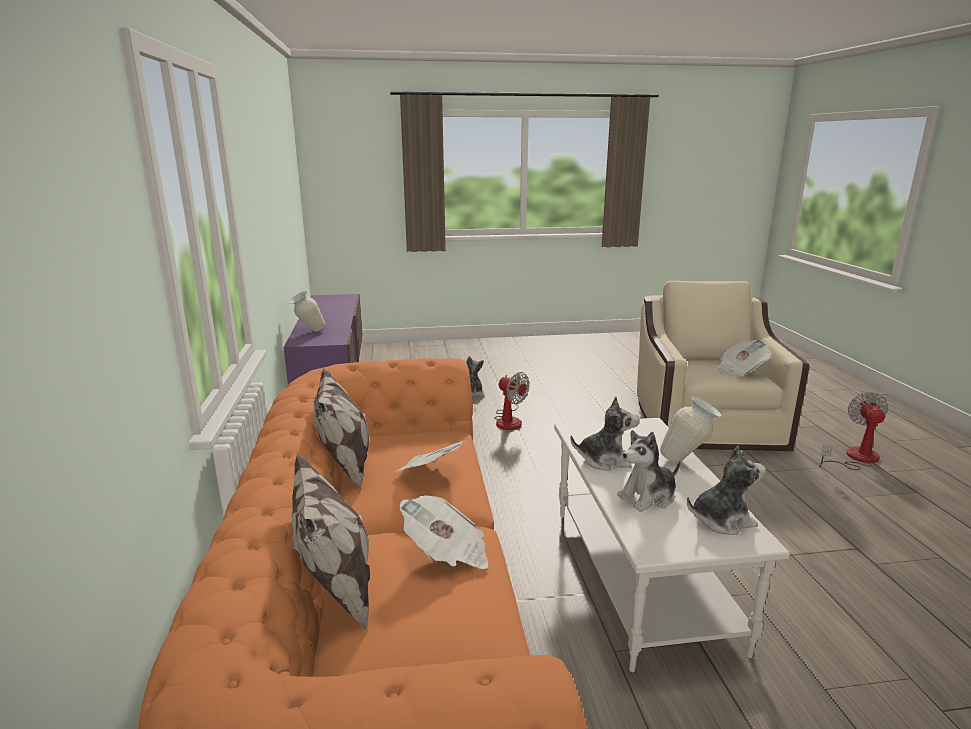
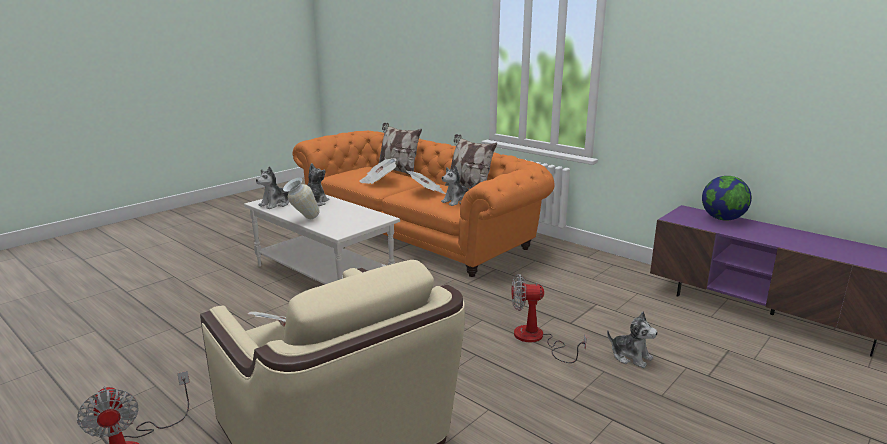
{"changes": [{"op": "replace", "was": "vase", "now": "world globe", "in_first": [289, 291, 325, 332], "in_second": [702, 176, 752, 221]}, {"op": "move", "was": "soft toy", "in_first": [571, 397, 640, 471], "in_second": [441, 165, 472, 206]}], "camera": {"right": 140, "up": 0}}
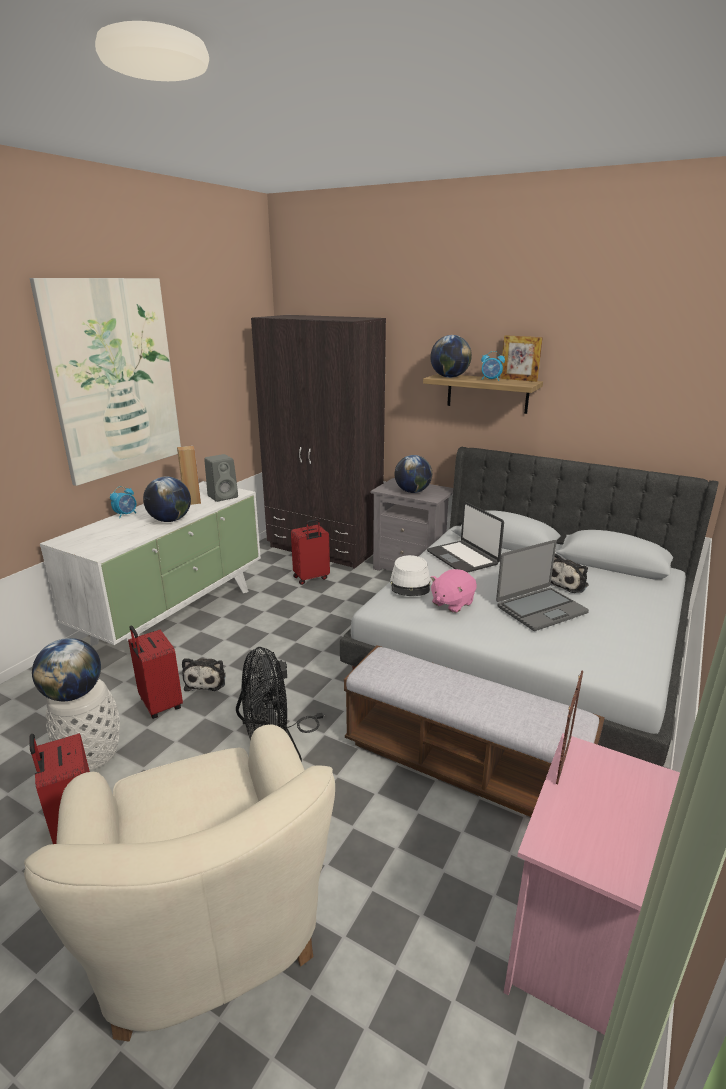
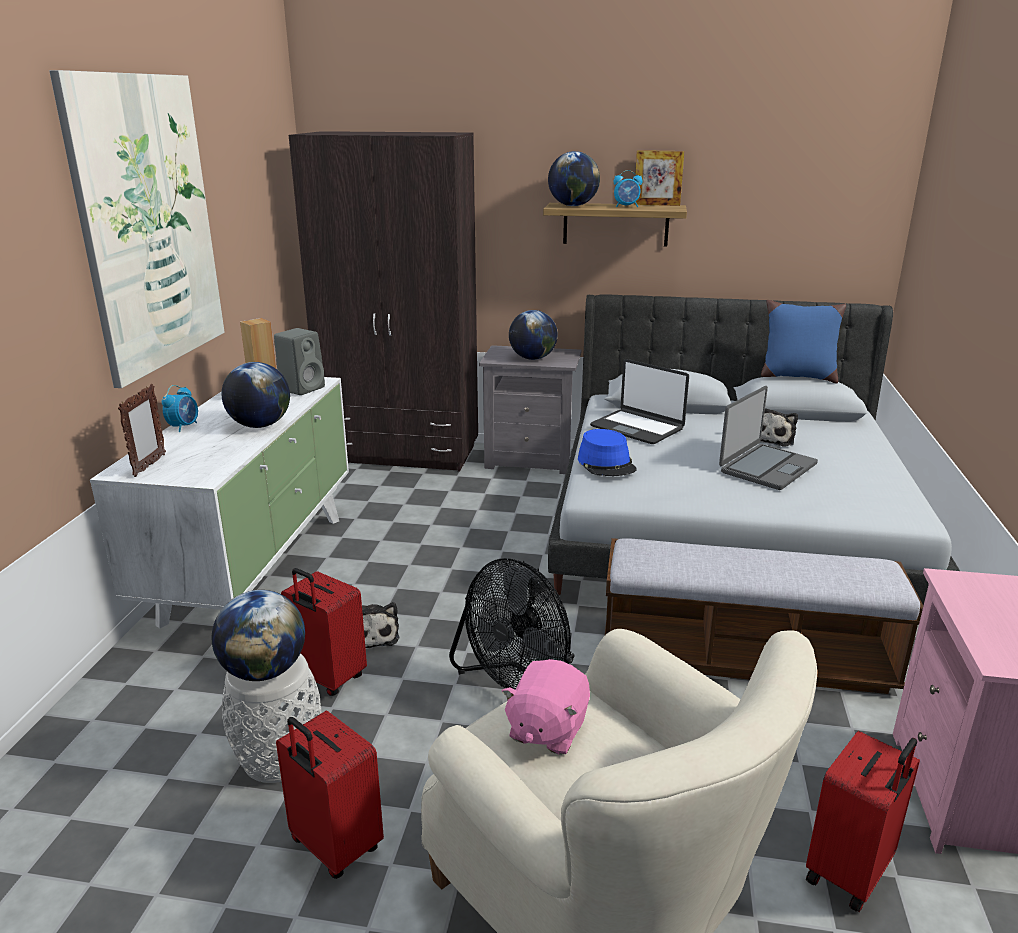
{"changes": [{"op": "move", "was": "travel case (reddish)", "in_first": [291, 519, 330, 585], "in_second": [806, 731, 920, 912]}, {"op": "recolor", "was": "wearable hat (white)", "now": "wearable hat (blue)", "in_first": [390, 555, 431, 596], "in_second": [578, 429, 637, 476]}, {"op": "move", "was": "soft toy (pink)", "in_first": [430, 569, 477, 613], "in_second": [502, 659, 590, 755]}, {"op": "move", "was": "photo frame", "in_first": [556, 670, 583, 784], "in_second": [118, 384, 166, 477]}, {"op": "insert", "now": "pillow (blue)", "in_second": [761, 300, 846, 383]}], "camera": {"right": -20, "up": 0}}
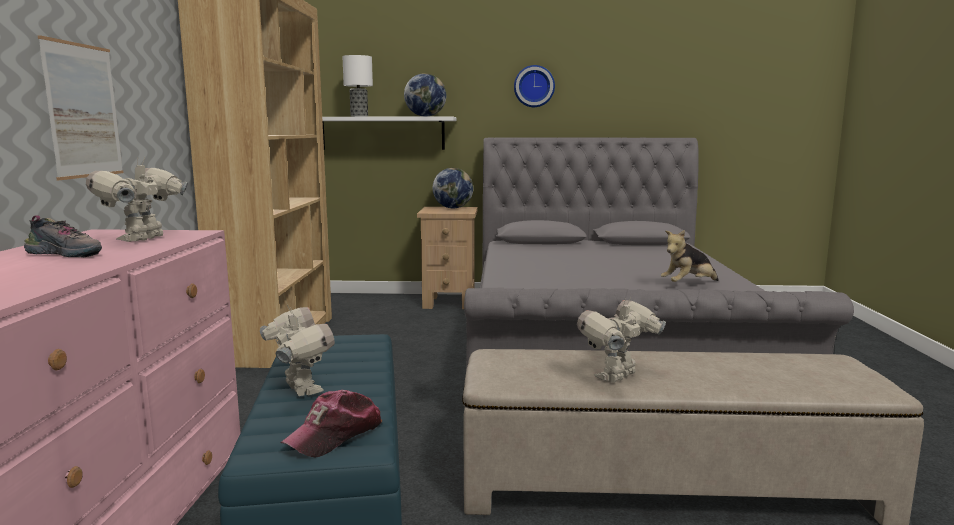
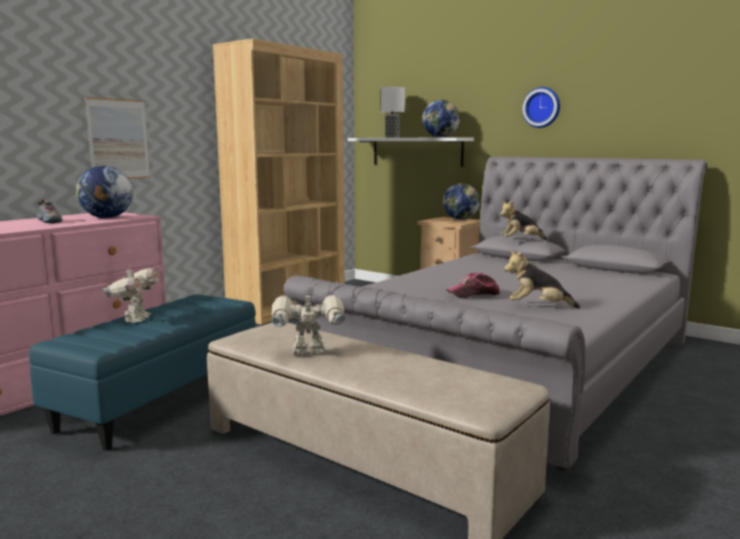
{"changes": [{"op": "replace", "was": "model robot", "now": "world globe", "in_first": [86, 157, 188, 242], "in_second": [75, 166, 133, 218]}, {"op": "move", "was": "baseball cap", "in_first": [280, 390, 382, 458], "in_second": [446, 273, 500, 298]}, {"op": "insert", "now": "soft toy", "in_second": [500, 200, 547, 240]}], "camera": {"right": 35, "up": 0}}
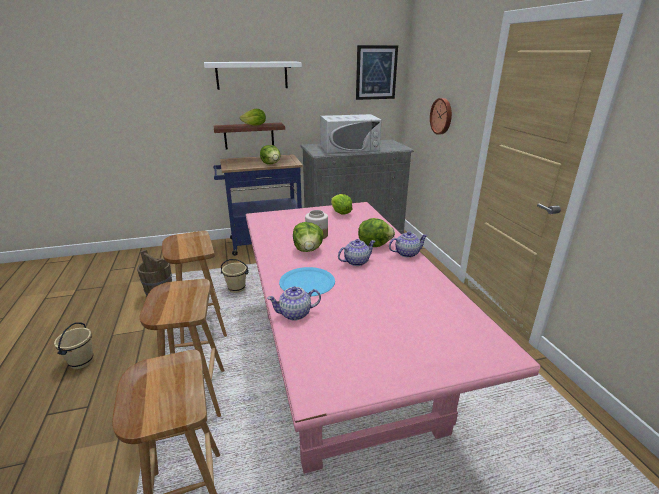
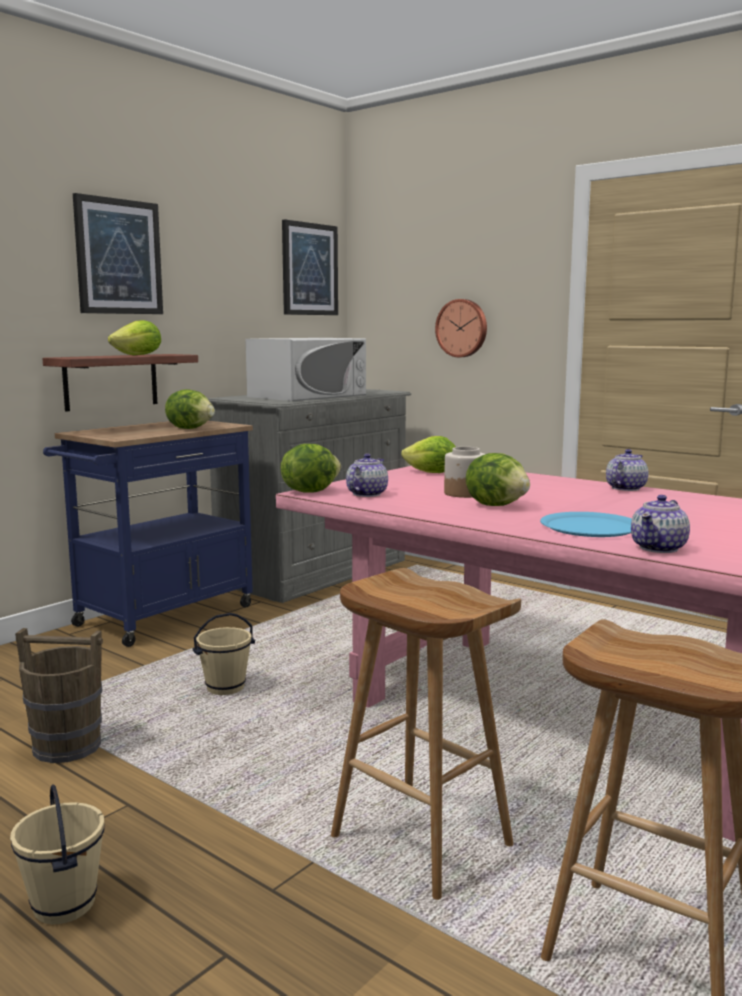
{"changes": [{"op": "delete", "was": "sitting stool (brown)", "in_first": [162, 231, 227, 344]}, {"op": "replace", "was": "shelf (white)", "now": "wall picture", "in_first": [204, 61, 302, 90], "in_second": [73, 193, 163, 314]}, {"op": "move", "was": "pot for tea", "in_first": [338, 239, 375, 266], "in_second": [346, 454, 388, 497]}, {"op": "move", "was": "lettuce head", "in_first": [358, 218, 395, 247], "in_second": [280, 444, 341, 493]}], "camera": {"right": -35, "up": -15}}
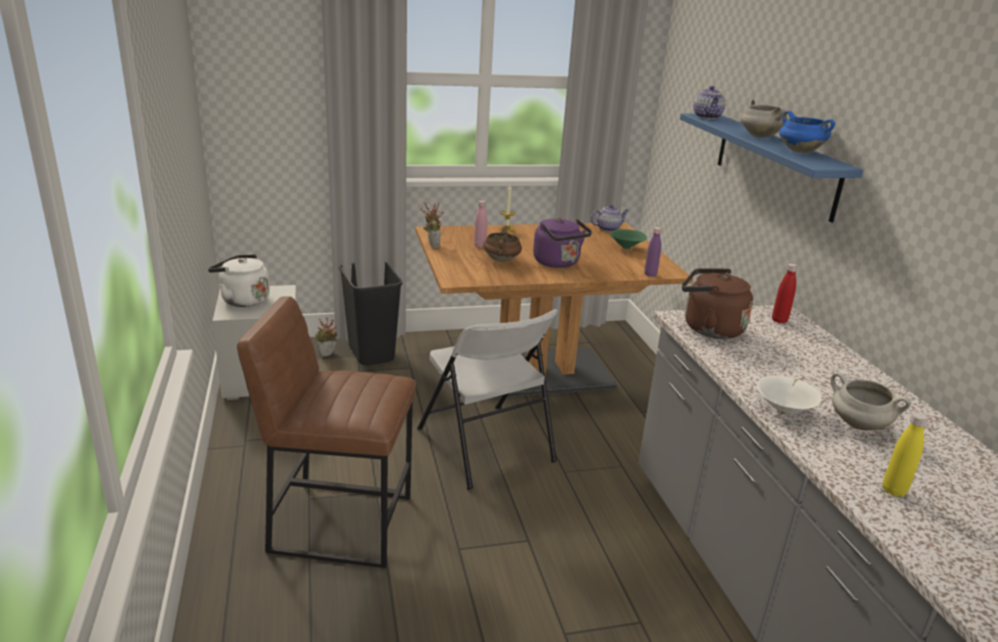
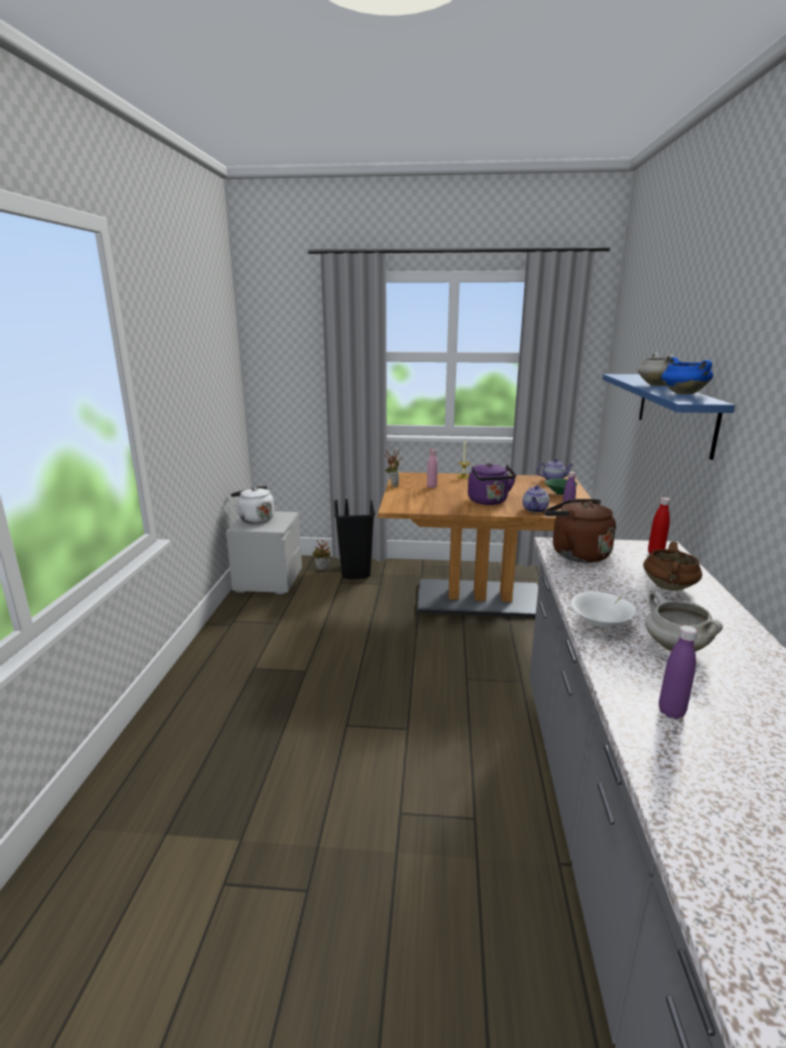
{"changes": [{"op": "delete", "was": "upright chair (brown)", "in_first": [237, 296, 416, 568]}, {"op": "delete", "was": "upright chair (white)", "in_first": [417, 309, 558, 490]}, {"op": "move", "was": "saucepot (brown)", "in_first": [483, 227, 522, 262], "in_second": [643, 541, 702, 591]}, {"op": "move", "was": "pot for tea", "in_first": [693, 86, 726, 119], "in_second": [522, 485, 549, 513]}, {"op": "recolor", "was": "drink bottle (yellow)", "now": "drink bottle (purple-coloured)", "in_first": [882, 412, 929, 497], "in_second": [659, 625, 698, 719]}], "camera": {"right": 20, "up": -5}}
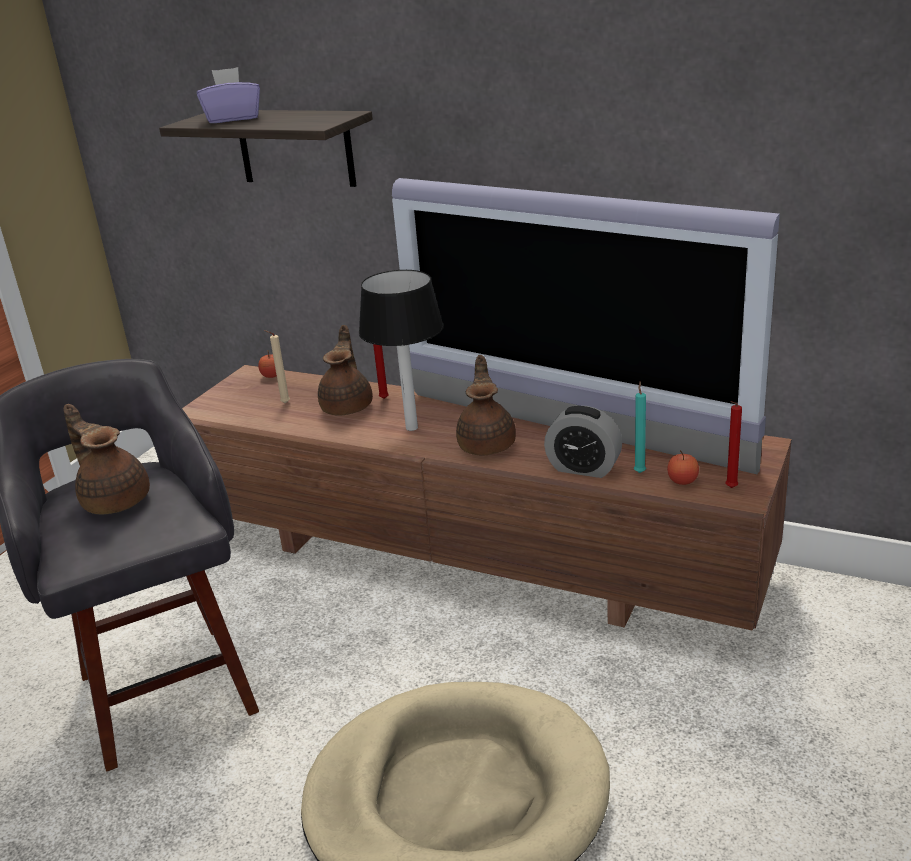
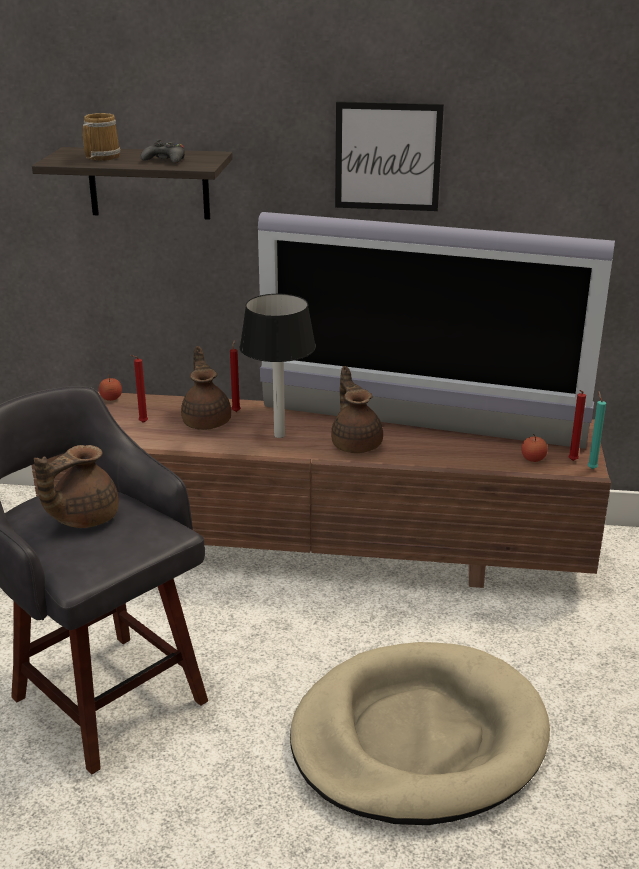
{"changes": [{"op": "rotate", "was": "pot for tea (brown)", "in_first": [64, 404, 150, 514], "in_second": [34, 445, 119, 528], "clockwise": -75}, {"op": "replace", "was": "box of tissues (purple-coloured)", "now": "tea mug", "in_first": [197, 67, 260, 123], "in_second": [83, 113, 121, 161]}, {"op": "recolor", "was": "wax light (beige-coloured)", "now": "wax light (reddish)", "in_first": [264, 330, 290, 403], "in_second": [130, 355, 148, 423]}, {"op": "delete", "was": "alarm clock", "in_first": [544, 406, 622, 478]}, {"op": "move", "was": "wax light (blue-green)", "in_first": [634, 381, 646, 473], "in_second": [587, 391, 606, 469]}, {"op": "insert", "now": "gamepad (blackish)", "in_second": [141, 139, 185, 163]}, {"op": "insert", "now": "wall picture", "in_second": [335, 101, 444, 211]}], "camera": {"right": -20, "up": 0}}
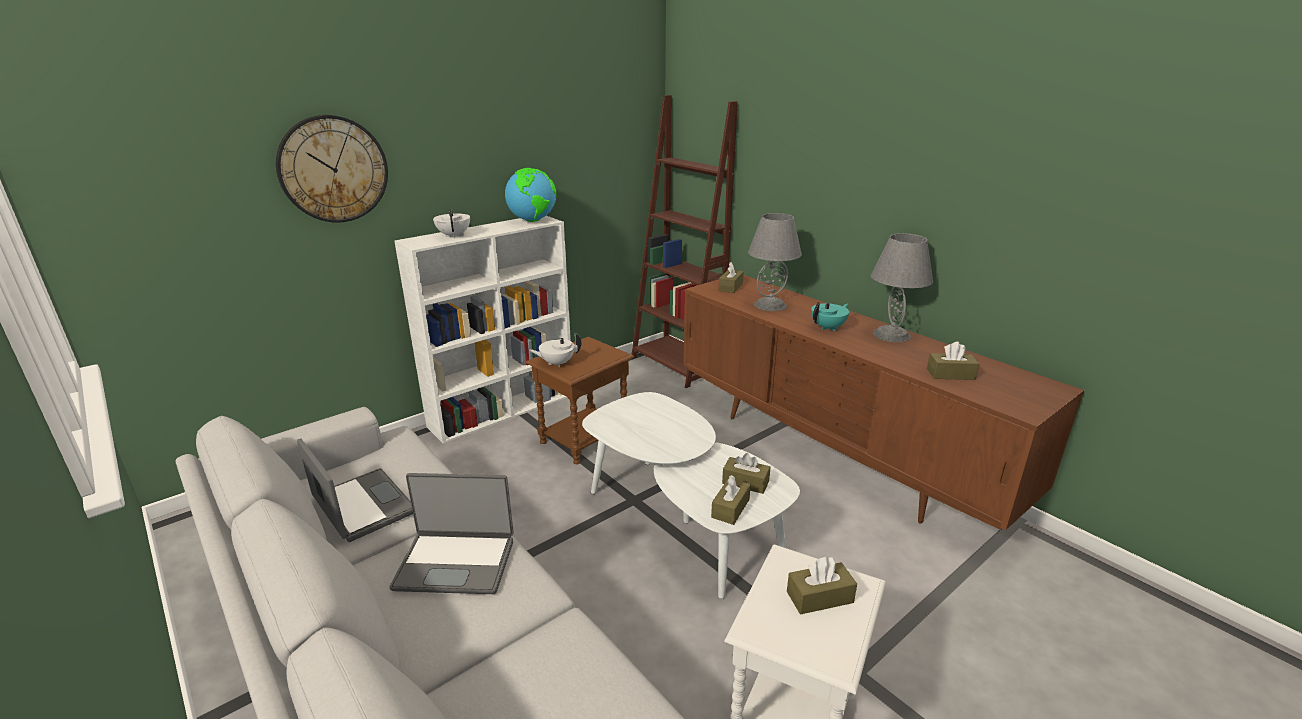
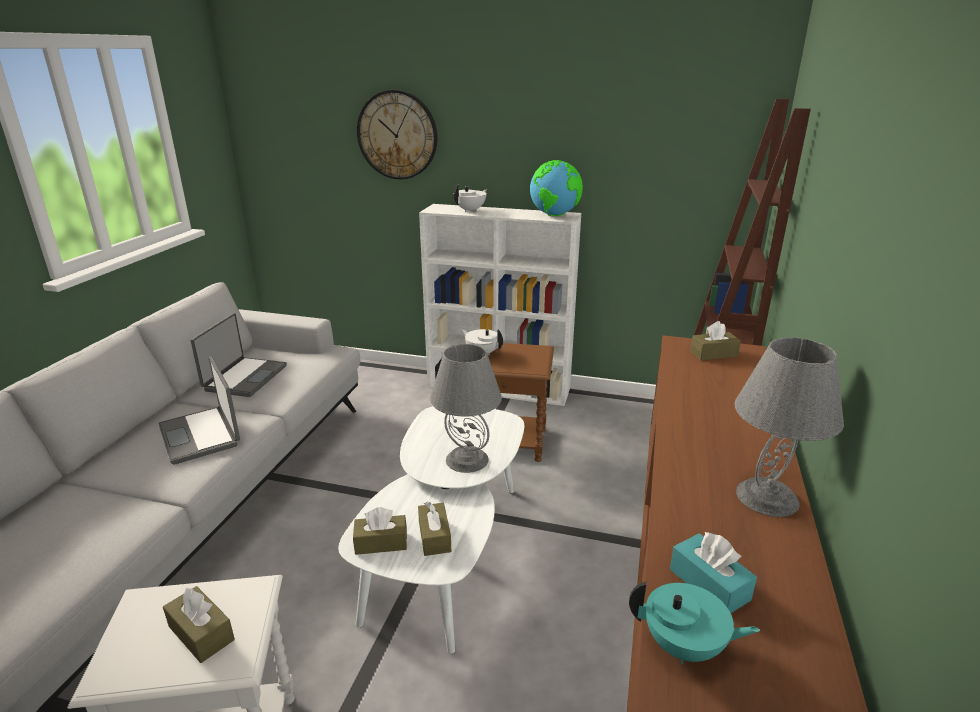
{"changes": [{"op": "move", "was": "table lamp (greyish)", "in_first": [748, 213, 802, 311], "in_second": [430, 344, 502, 473]}, {"op": "move", "was": "pot for tea (blue-green)", "in_first": [811, 302, 849, 331], "in_second": [629, 581, 760, 664]}, {"op": "recolor", "was": "box of tissues (brown)", "now": "box of tissues (blue-green)", "in_first": [927, 342, 979, 380], "in_second": [670, 532, 757, 613]}], "camera": {"right": 55, "up": 0}}
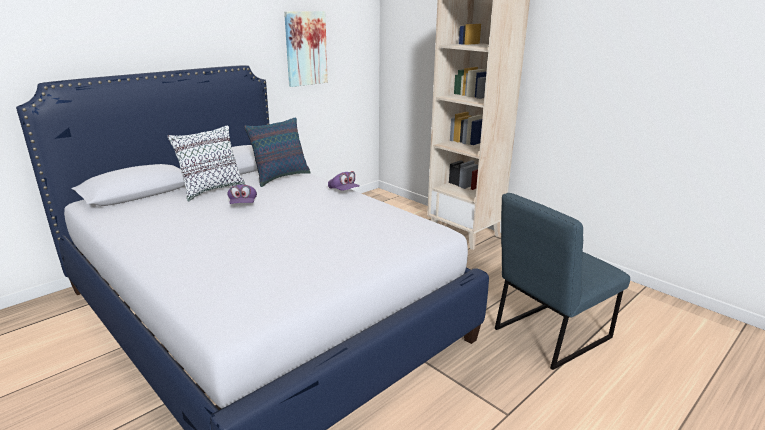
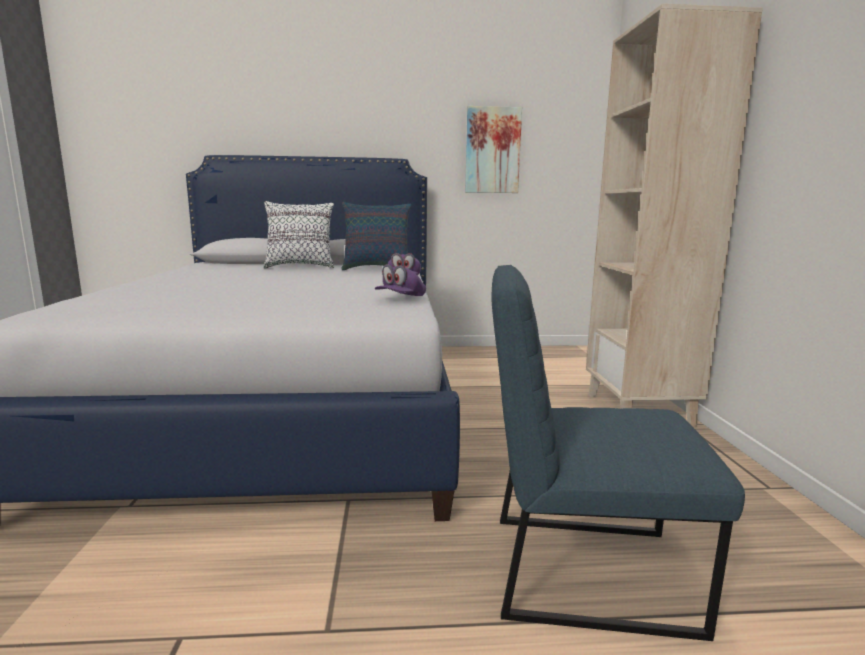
{"changes": [{"op": "move", "was": "baseball cap (purple-coloured)", "in_first": [227, 185, 257, 204], "in_second": [375, 264, 426, 296]}], "camera": {"right": 40, "up": -10}}
